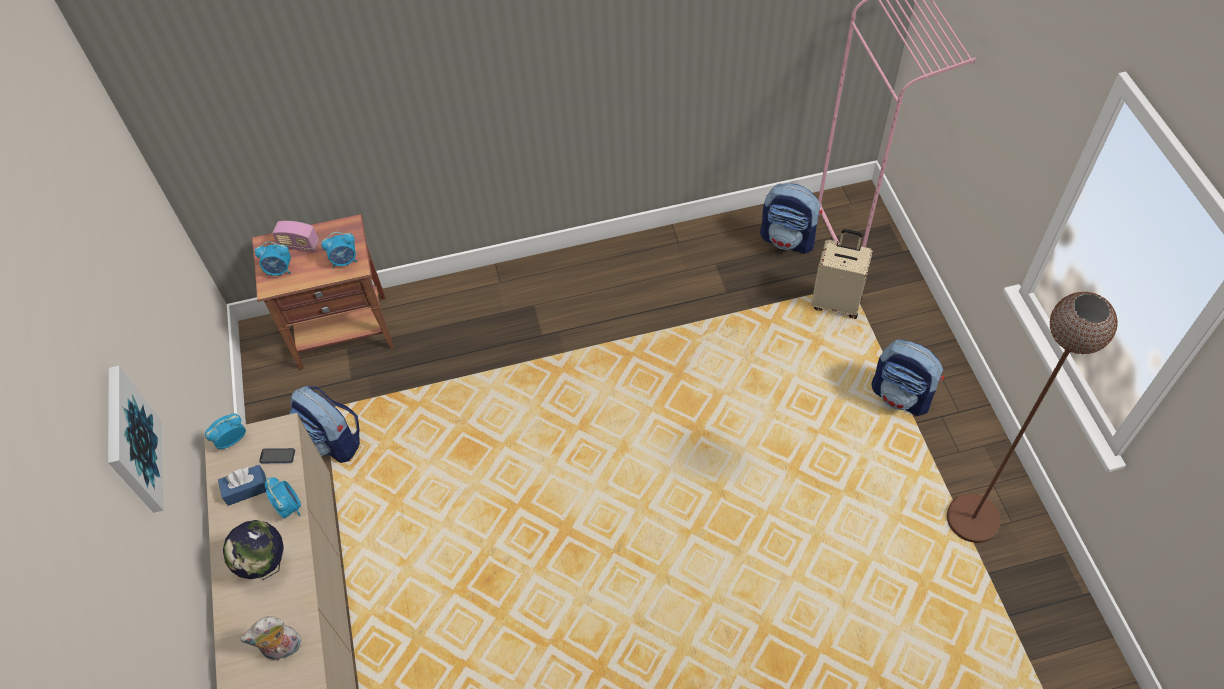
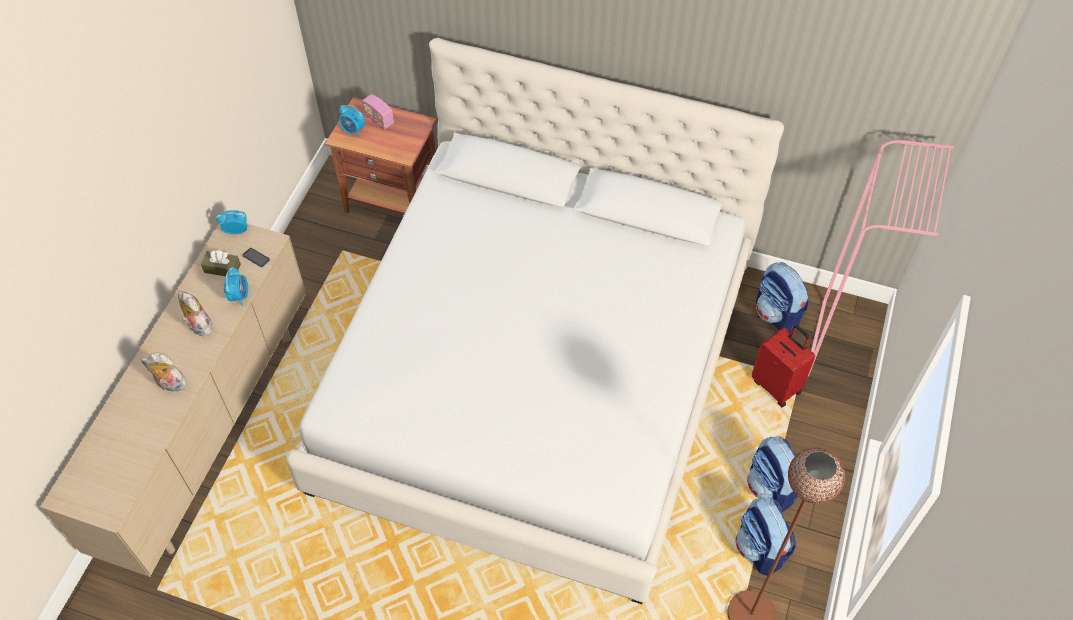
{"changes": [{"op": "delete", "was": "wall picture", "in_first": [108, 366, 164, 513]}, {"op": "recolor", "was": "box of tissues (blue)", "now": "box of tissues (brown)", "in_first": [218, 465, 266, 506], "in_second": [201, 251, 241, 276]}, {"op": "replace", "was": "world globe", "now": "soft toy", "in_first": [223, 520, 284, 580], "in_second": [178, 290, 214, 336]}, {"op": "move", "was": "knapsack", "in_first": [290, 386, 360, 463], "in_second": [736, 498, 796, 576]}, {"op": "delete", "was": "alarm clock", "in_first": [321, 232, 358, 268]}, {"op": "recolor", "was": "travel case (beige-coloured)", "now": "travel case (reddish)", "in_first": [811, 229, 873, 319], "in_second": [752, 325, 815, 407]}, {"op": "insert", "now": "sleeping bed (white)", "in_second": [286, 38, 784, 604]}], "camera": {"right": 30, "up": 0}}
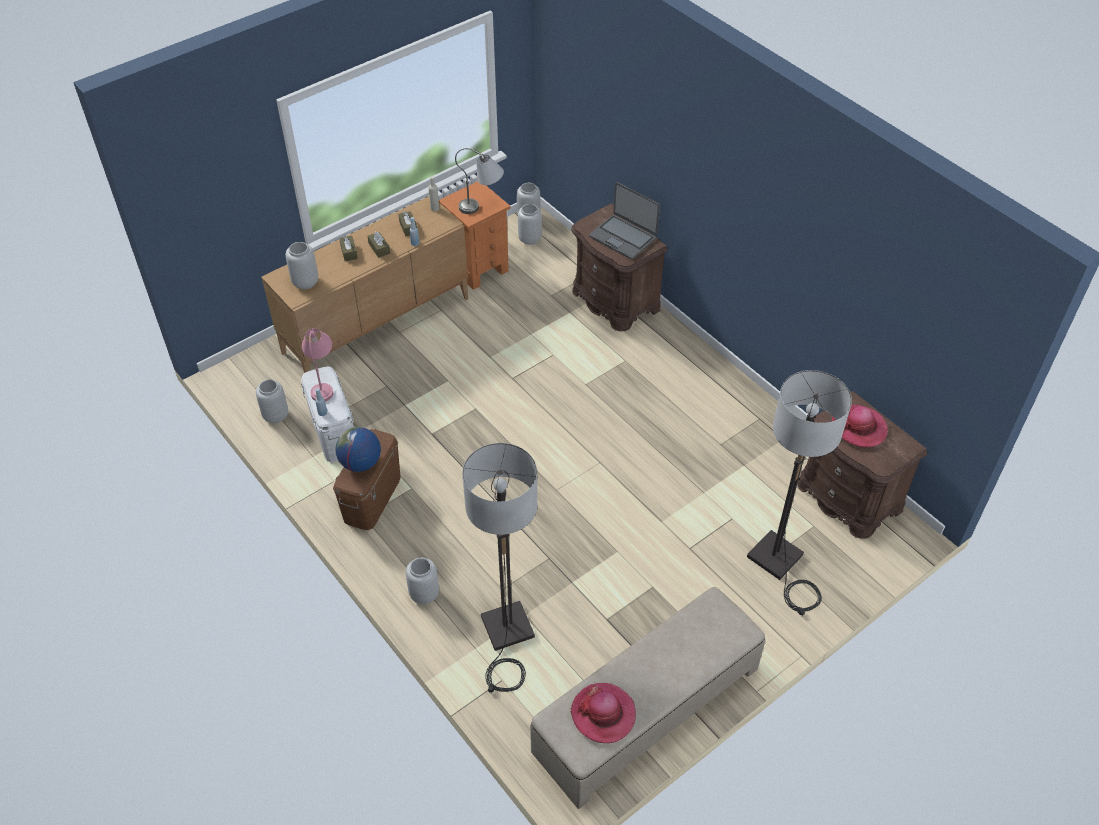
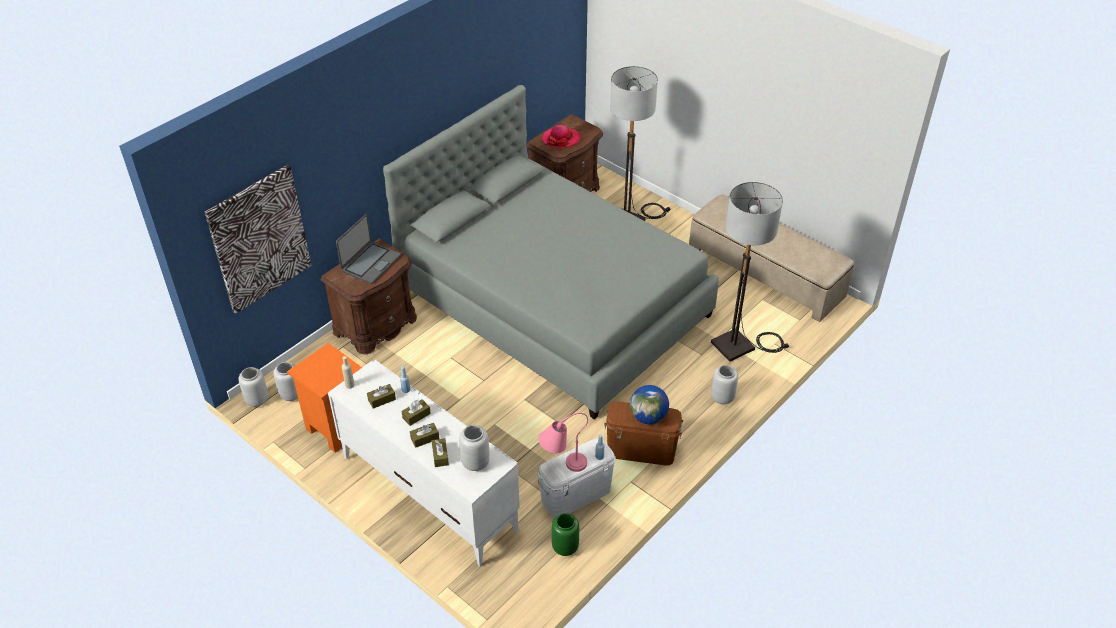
{"changes": [{"op": "recolor", "was": "vase (greyish)", "now": "vase (greenish)", "in_first": [256, 379, 288, 423], "in_second": [552, 513, 579, 556]}, {"op": "recolor", "was": "drawer chest (brown)", "now": "drawer chest (white)", "in_first": [261, 196, 468, 373], "in_second": [328, 360, 520, 566]}, {"op": "delete", "was": "table lamp (greyish)", "in_first": [455, 148, 504, 214]}, {"op": "delete", "was": "wearable hat", "in_first": [570, 683, 636, 743]}, {"op": "insert", "now": "wall picture", "in_second": [205, 165, 311, 314]}, {"op": "insert", "now": "sleeping bed (greyish)", "in_second": [383, 85, 719, 419]}, {"op": "insert", "now": "box of tissues (brown)", "in_second": [431, 438, 449, 467]}], "camera": {"right": -100, "up": -5}}
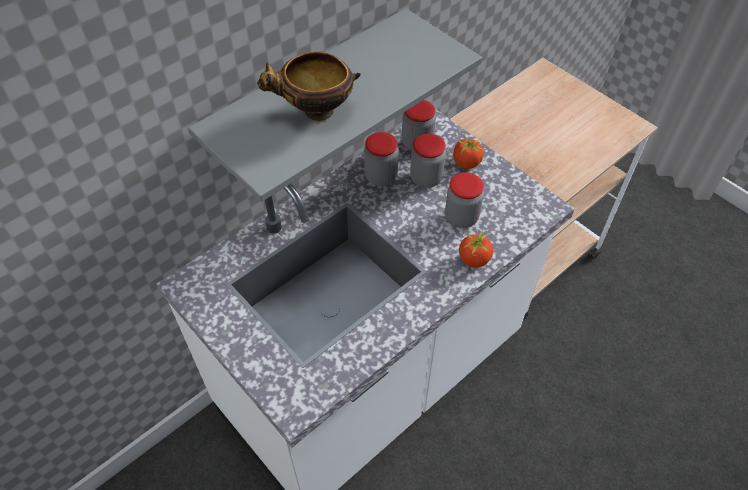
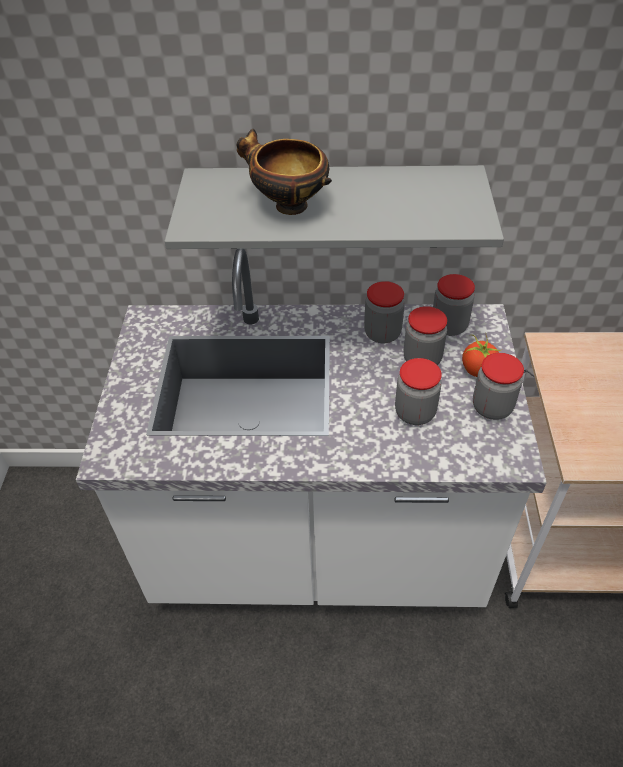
{"changes": [{"op": "delete", "was": "fresh tomato", "in_first": [459, 230, 493, 268]}, {"op": "insert", "now": "jar", "in_second": [473, 353, 524, 420]}], "camera": {"right": 45, "up": -5}}
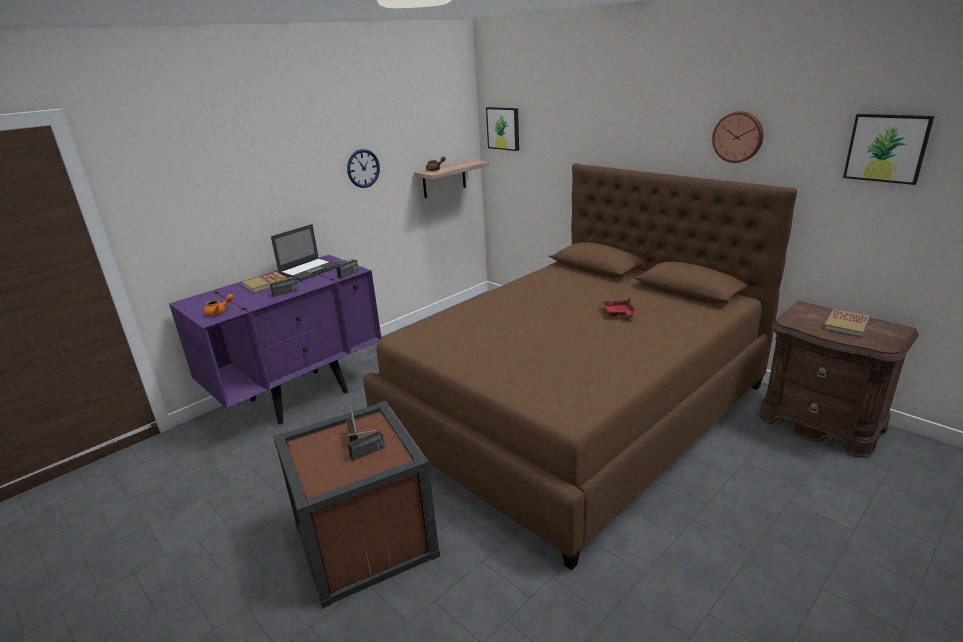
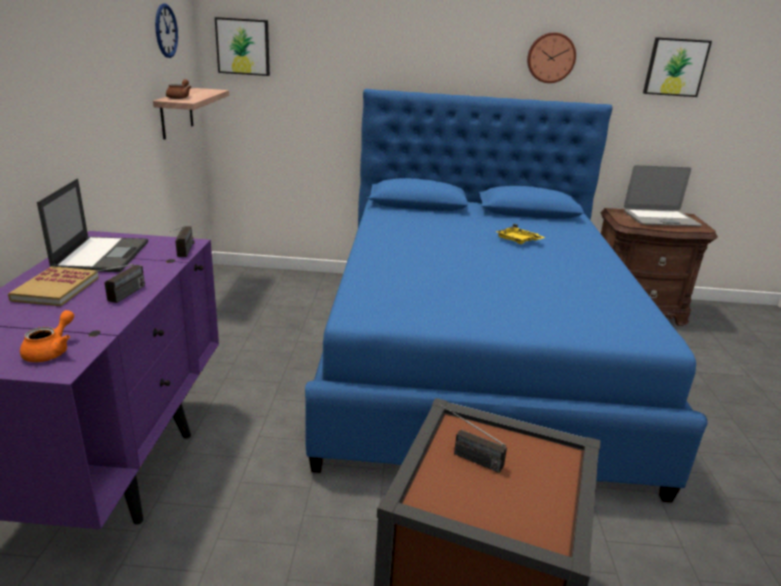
{"changes": [{"op": "delete", "was": "radio set", "in_first": [327, 430, 385, 461]}, {"op": "move", "was": "clock on the wall", "in_first": [347, 149, 380, 188], "in_second": [155, 3, 178, 58]}, {"op": "recolor", "was": "sleeping bed (brown)", "now": "sleeping bed (blue)", "in_first": [363, 164, 797, 570], "in_second": [305, 89, 708, 503]}, {"op": "recolor", "was": "tray (reddish)", "now": "tray (yellow)", "in_first": [602, 298, 636, 317], "in_second": [496, 224, 545, 244]}, {"op": "replace", "was": "book", "now": "laptop", "in_first": [824, 309, 870, 337], "in_second": [624, 165, 702, 226]}], "camera": {"right": -45, "up": 0}}
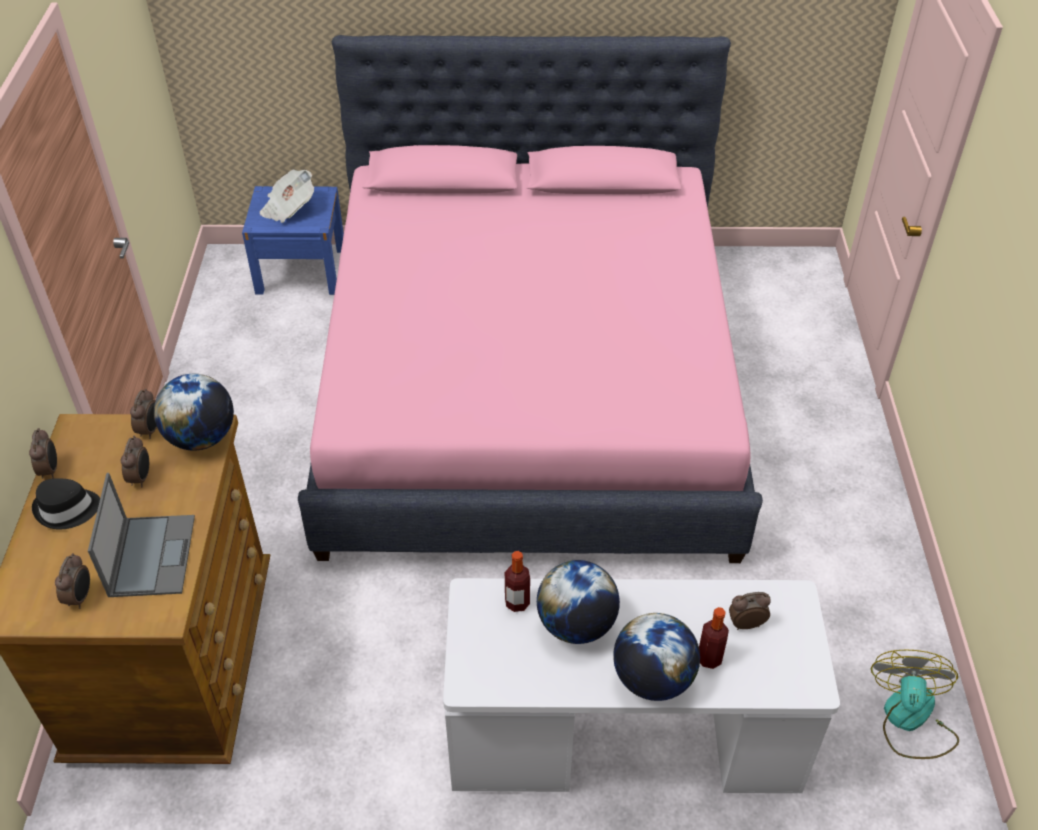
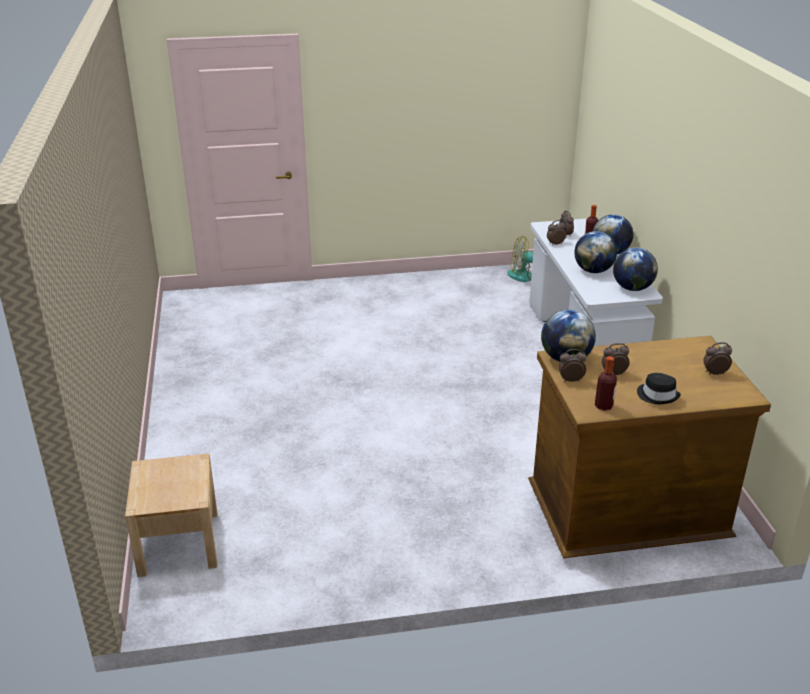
{"changes": [{"op": "move", "was": "alarm clock", "in_first": [29, 428, 57, 479], "in_second": [547, 220, 566, 246]}, {"op": "delete", "was": "laptop", "in_first": [88, 473, 195, 597]}, {"op": "recolor", "was": "night table (blue)", "now": "night table (beige-coloured)", "in_first": [242, 186, 344, 295], "in_second": [125, 453, 217, 577]}, {"op": "delete", "was": "printed paper", "in_first": [260, 170, 314, 223]}, {"op": "delete", "was": "sleeping bed (pink)", "in_first": [298, 35, 763, 563]}, {"op": "move", "was": "drink bottle", "in_first": [505, 551, 530, 612], "in_second": [595, 356, 617, 411]}, {"op": "insert", "now": "world globe", "in_second": [613, 248, 658, 291]}], "camera": {"right": -100, "up": -15}}
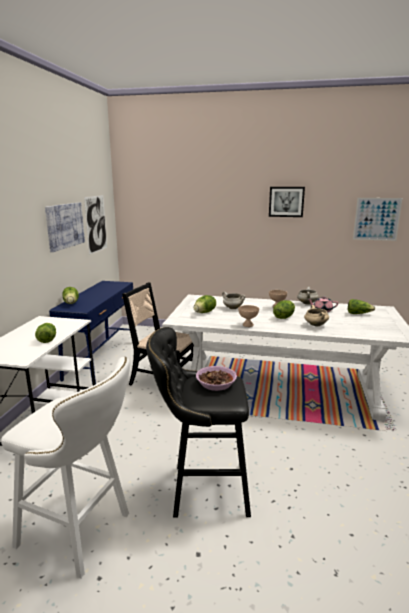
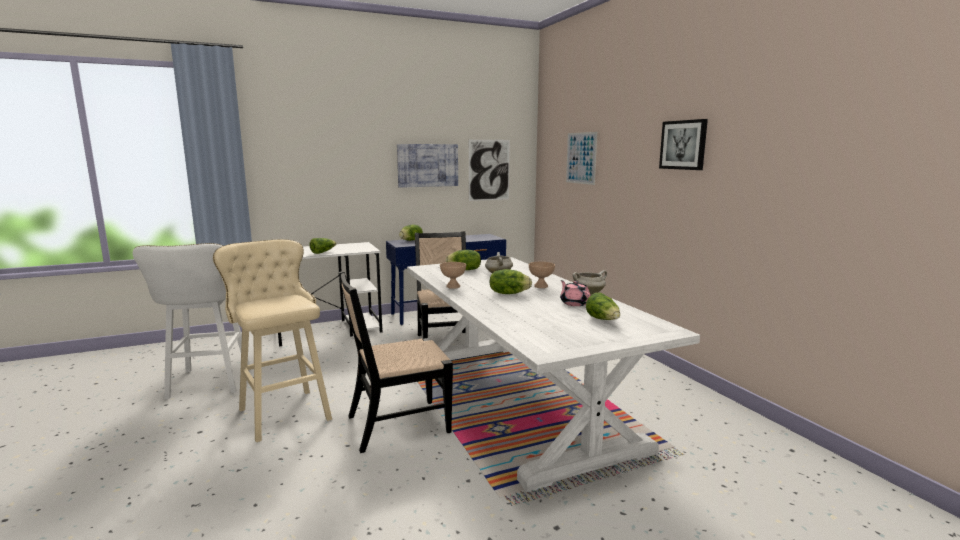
{"changes": [{"op": "recolor", "was": "sitting stool (blackish)", "now": "sitting stool (beige-coloured)", "in_first": [146, 327, 251, 518], "in_second": [213, 239, 332, 442]}, {"op": "delete", "was": "serving bowl", "in_first": [196, 366, 237, 391]}, {"op": "delete", "was": "saucepot (beige-coloured)", "in_first": [304, 305, 329, 326]}, {"op": "move", "was": "wall picture", "in_first": [353, 198, 403, 241], "in_second": [566, 132, 597, 185]}, {"op": "insert", "now": "upright chair", "in_second": [338, 271, 453, 453]}], "camera": {"right": 55, "up": -5}}
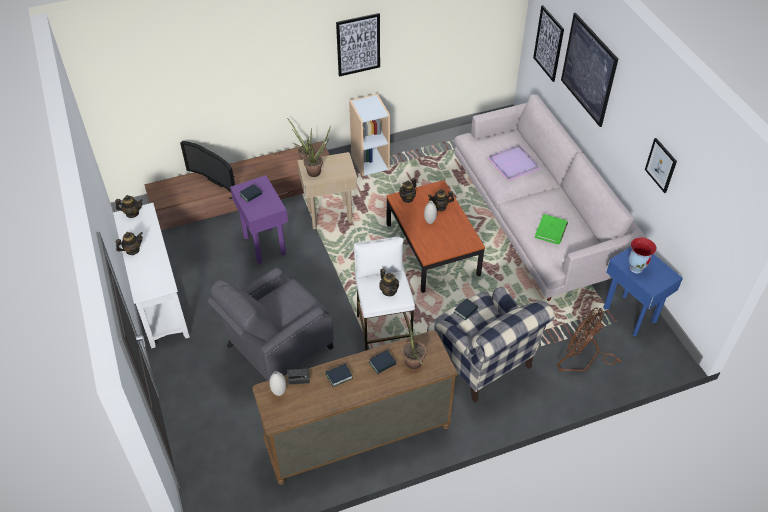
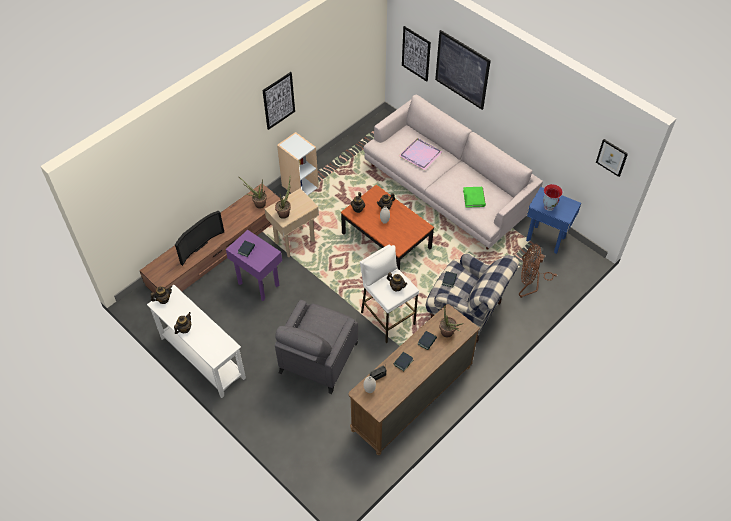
{"changes": [{"op": "rotate", "was": "television", "in_first": [180, 141, 235, 193], "in_second": [175, 211, 224, 266], "clockwise": -60}, {"op": "move", "was": "wall picture", "in_first": [645, 138, 677, 193], "in_second": [596, 139, 628, 177]}], "camera": {"right": -25, "up": 5}}
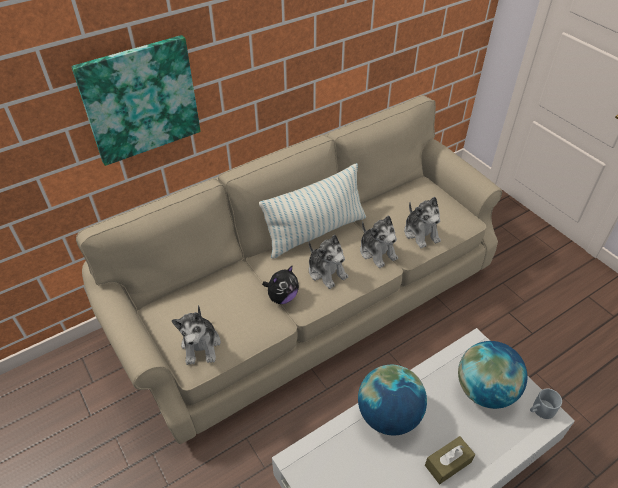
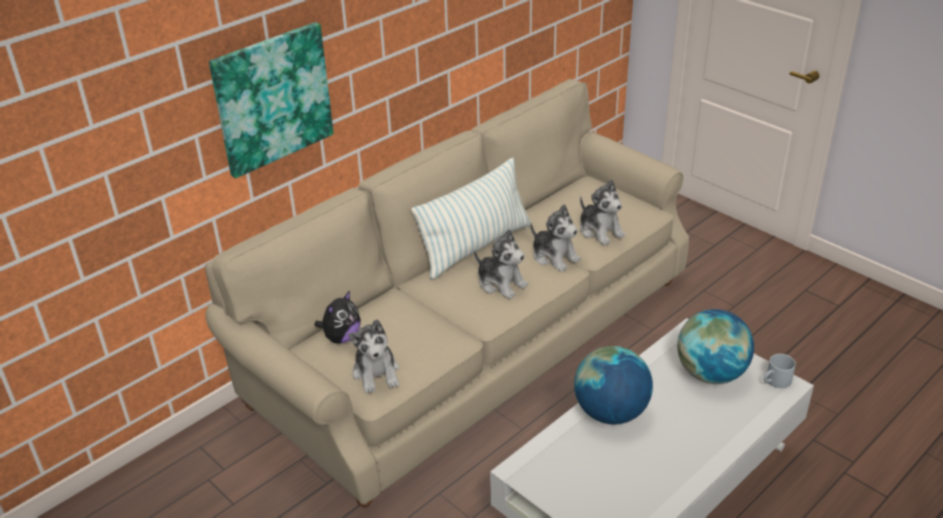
{"changes": [{"op": "move", "was": "soft toy", "in_first": [262, 265, 299, 304], "in_second": [314, 290, 361, 344]}, {"op": "delete", "was": "box of tissues (brown)", "in_first": [425, 436, 475, 484]}], "camera": {"right": -10, "up": -10}}
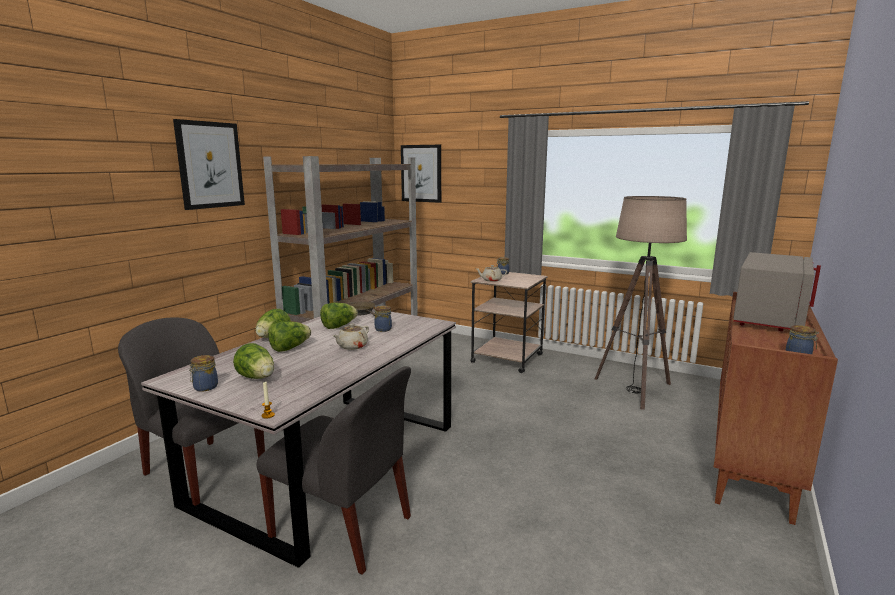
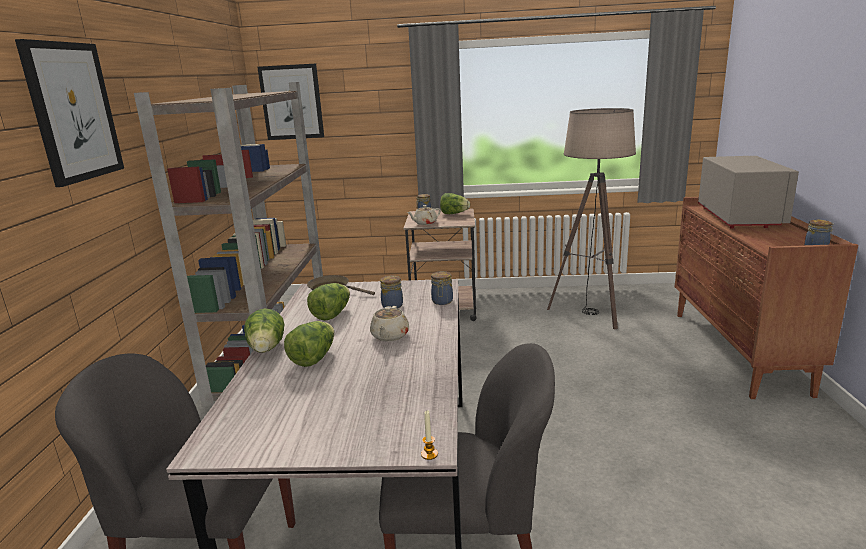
{"changes": [{"op": "move", "was": "jar", "in_first": [189, 355, 218, 392], "in_second": [431, 271, 453, 305]}, {"op": "move", "was": "lettuce head", "in_first": [233, 343, 274, 379], "in_second": [440, 193, 470, 214]}], "camera": {"right": -25, "up": 5}}
